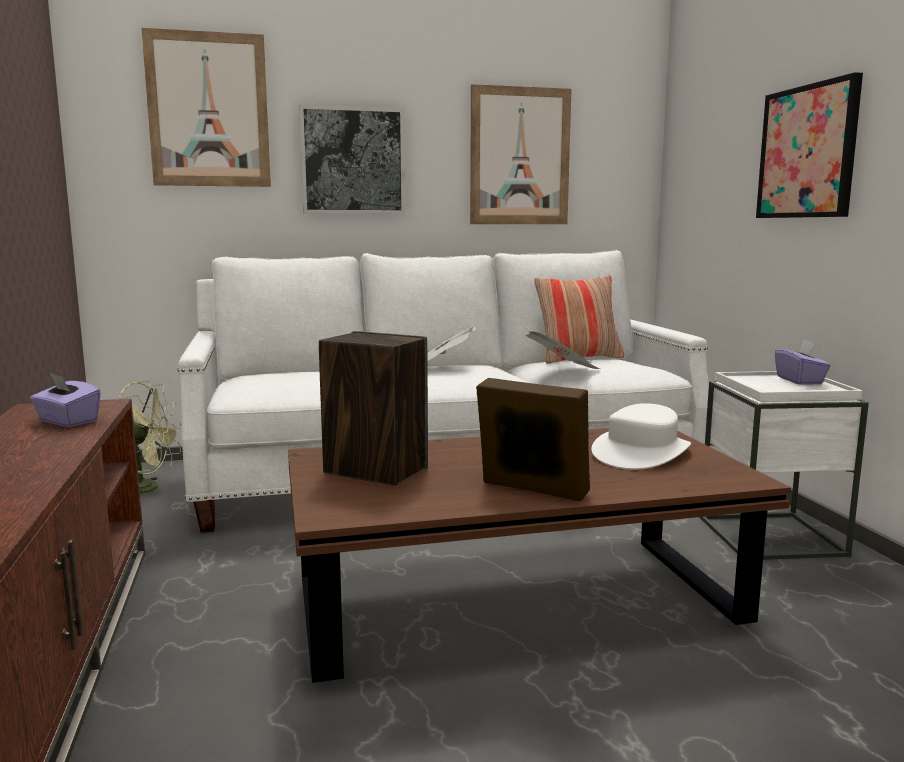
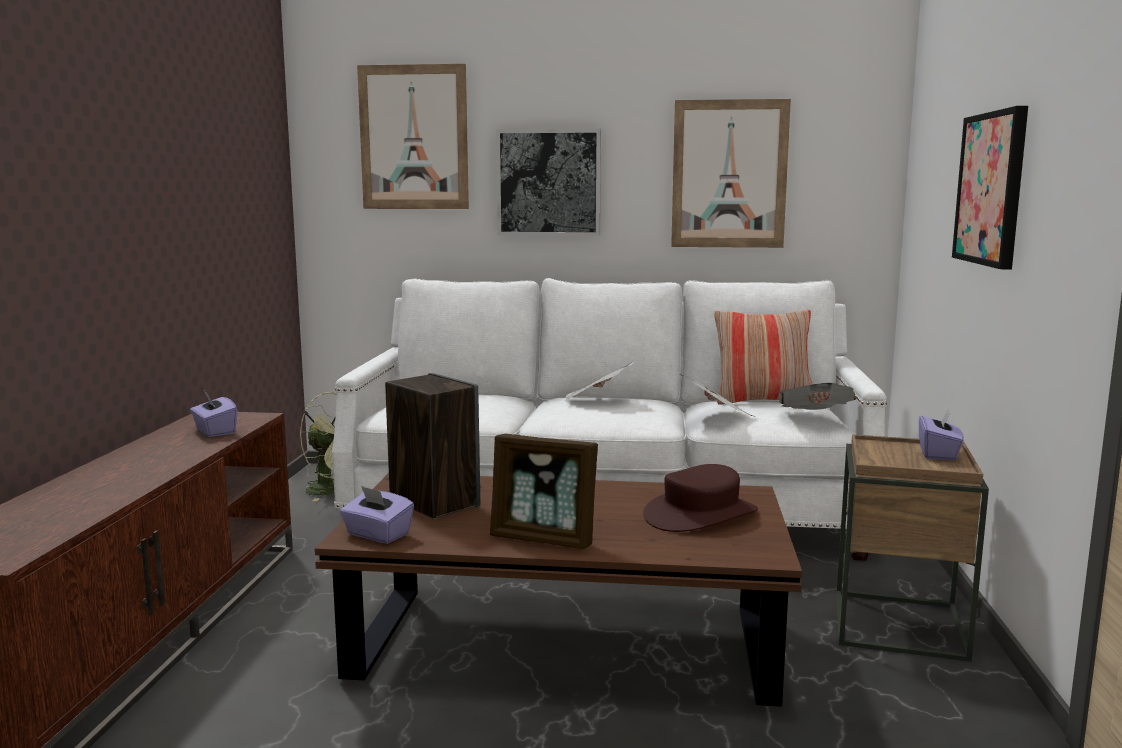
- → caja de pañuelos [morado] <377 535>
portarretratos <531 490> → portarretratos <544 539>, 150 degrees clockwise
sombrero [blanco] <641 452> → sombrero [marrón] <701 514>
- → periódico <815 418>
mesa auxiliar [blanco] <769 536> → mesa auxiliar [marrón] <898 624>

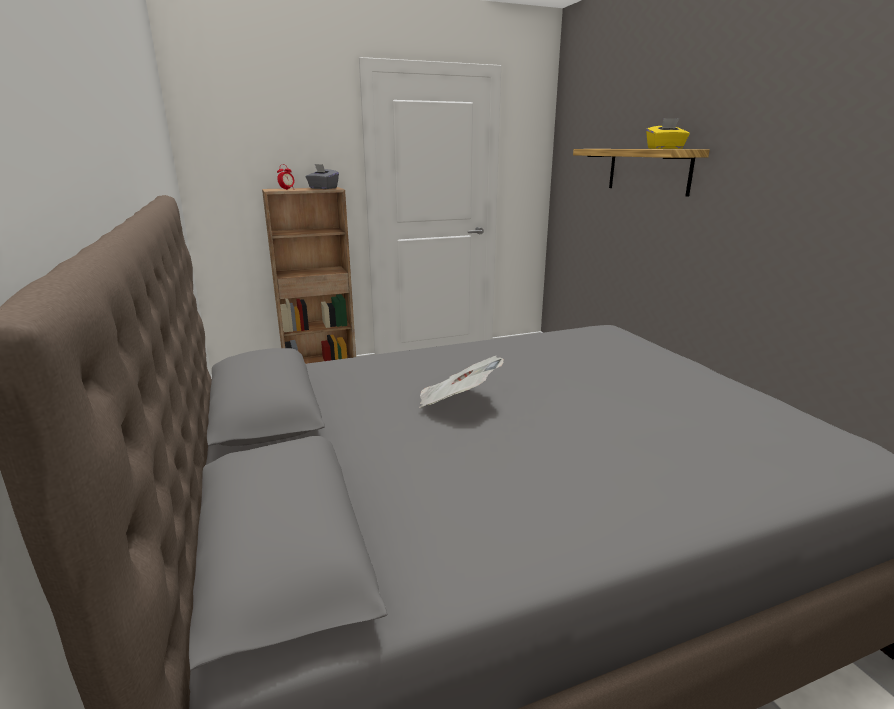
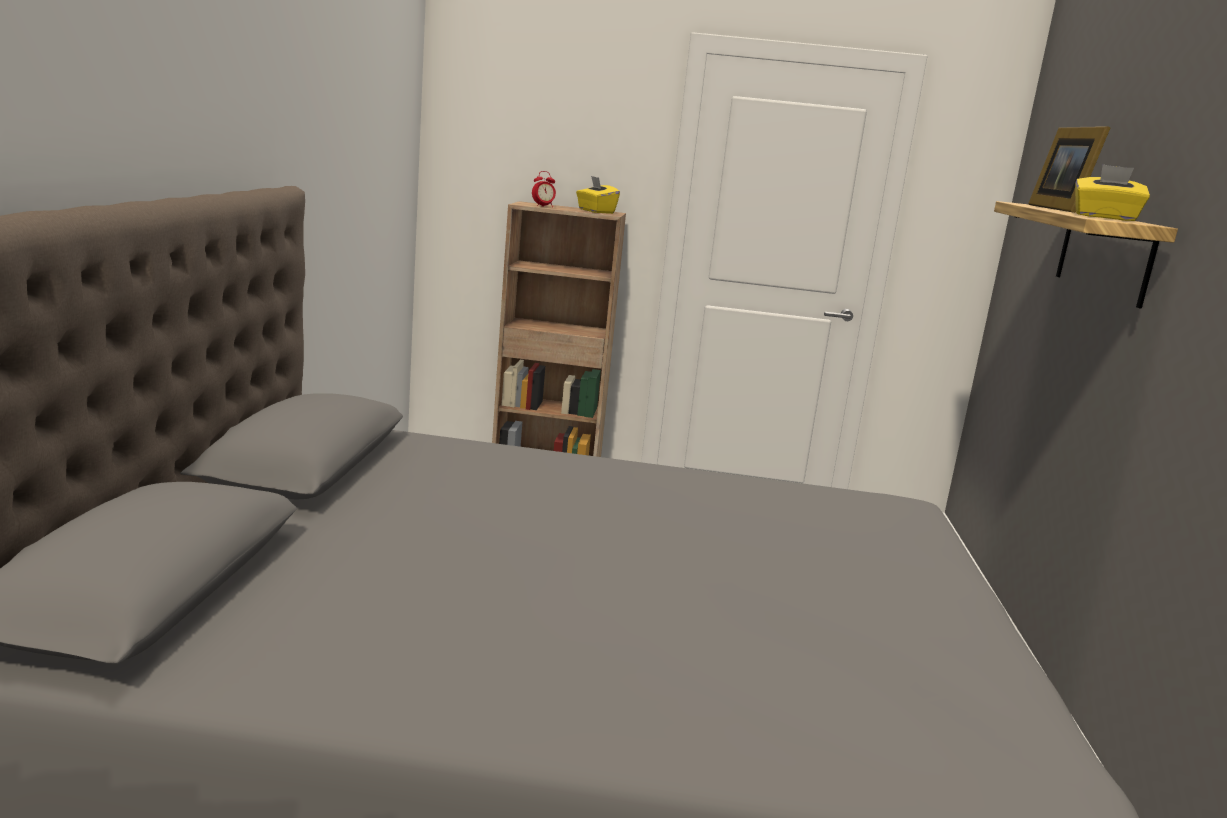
caja de pañuelos [gris] <323 188> → caja de pañuelos [amarillo] <595 211>
- → portarretratos <1061 209>
periódico <457 402> → -

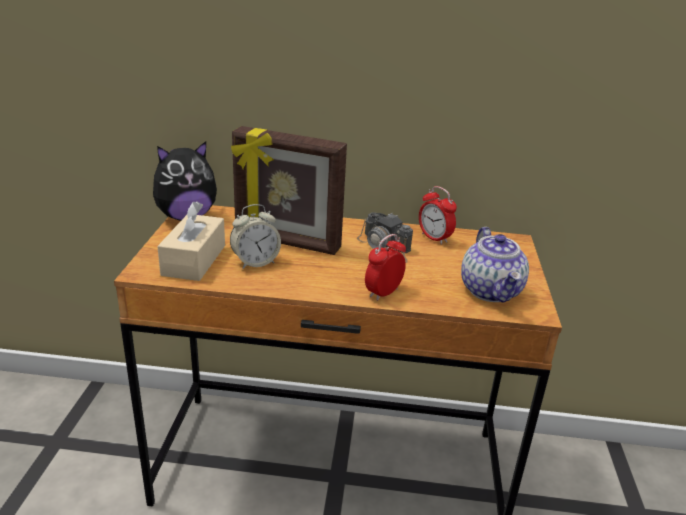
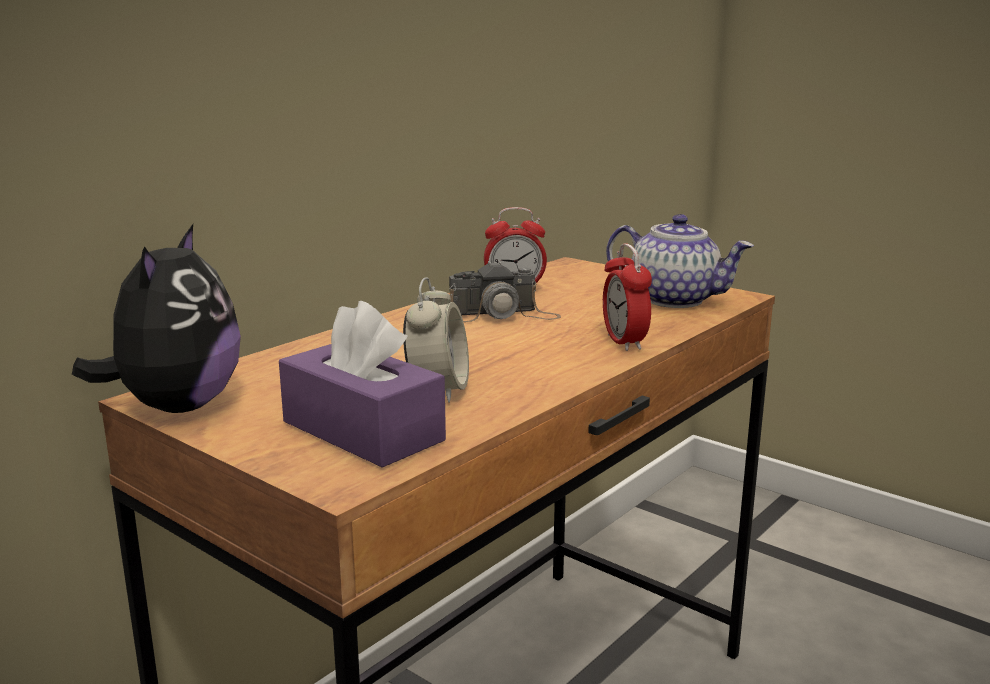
caja de pañuelos [beis] <194 260> → caja de pañuelos [morado] <362 431>
portarretratos <286 243> → -

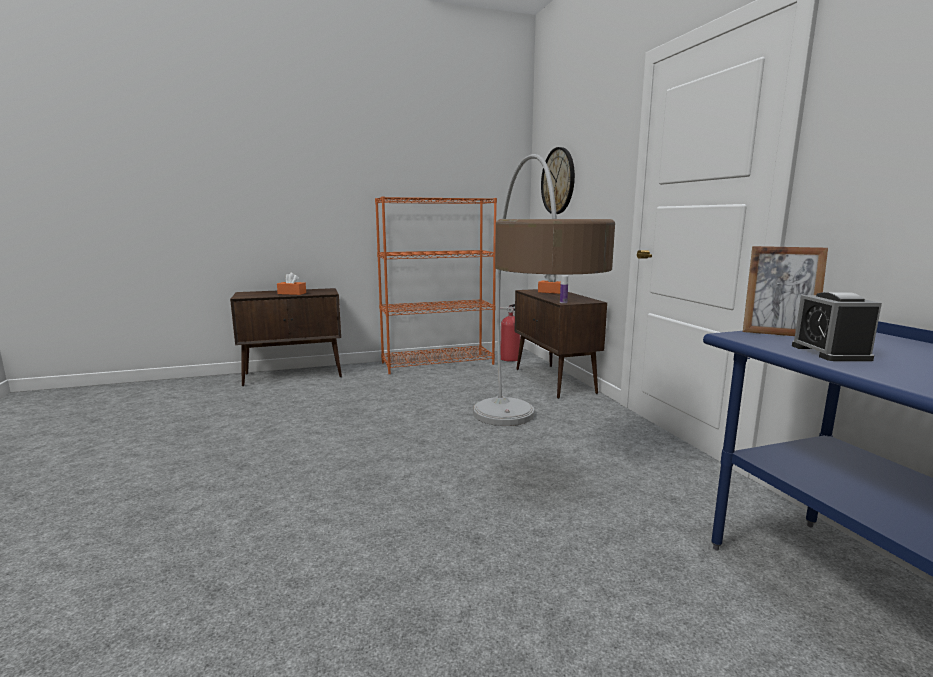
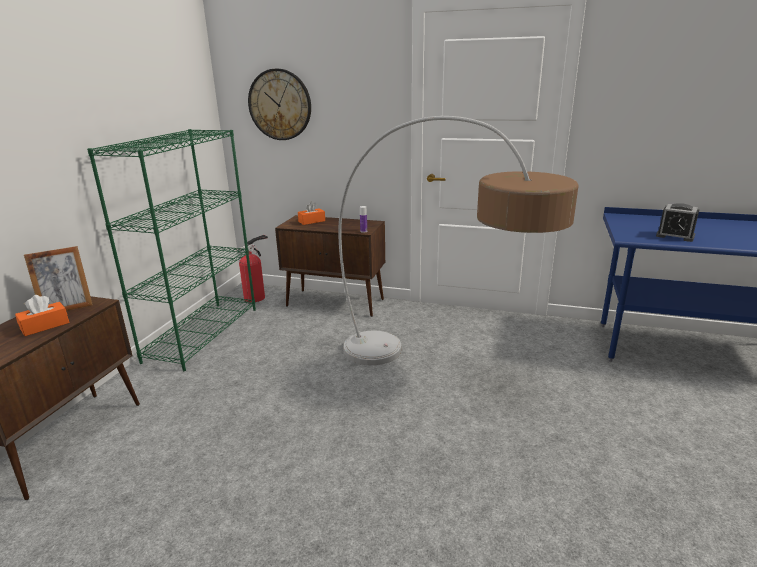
portarretratos <777 333> → portarretratos <67 308>, relocated
estantería [naranja] <438 363> → estantería [verde] <203 333>

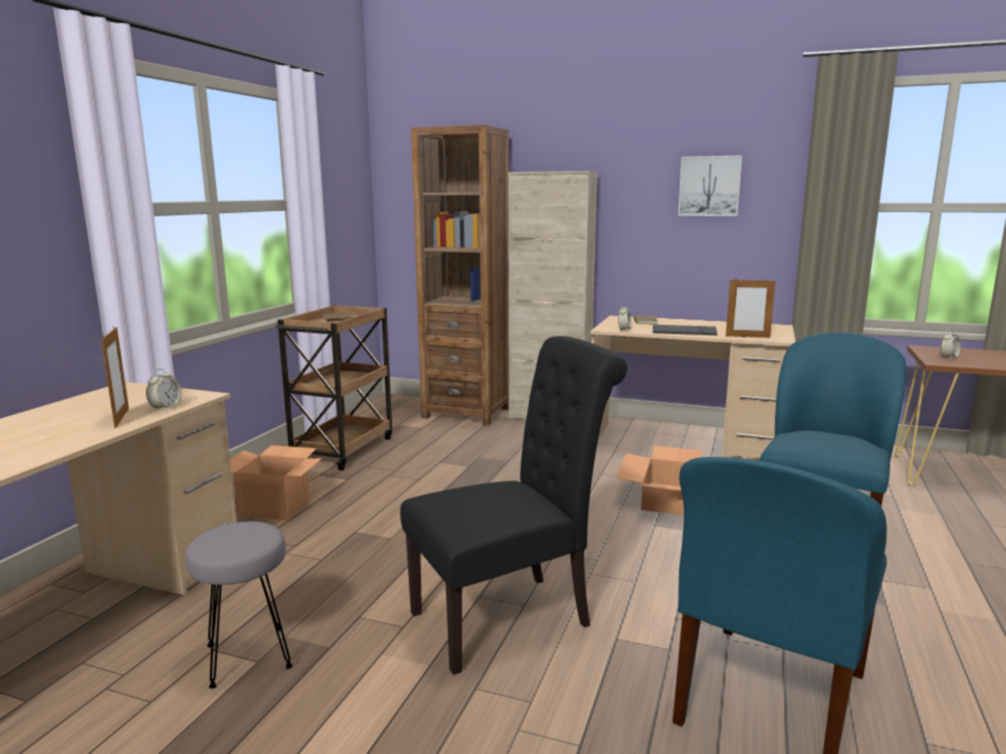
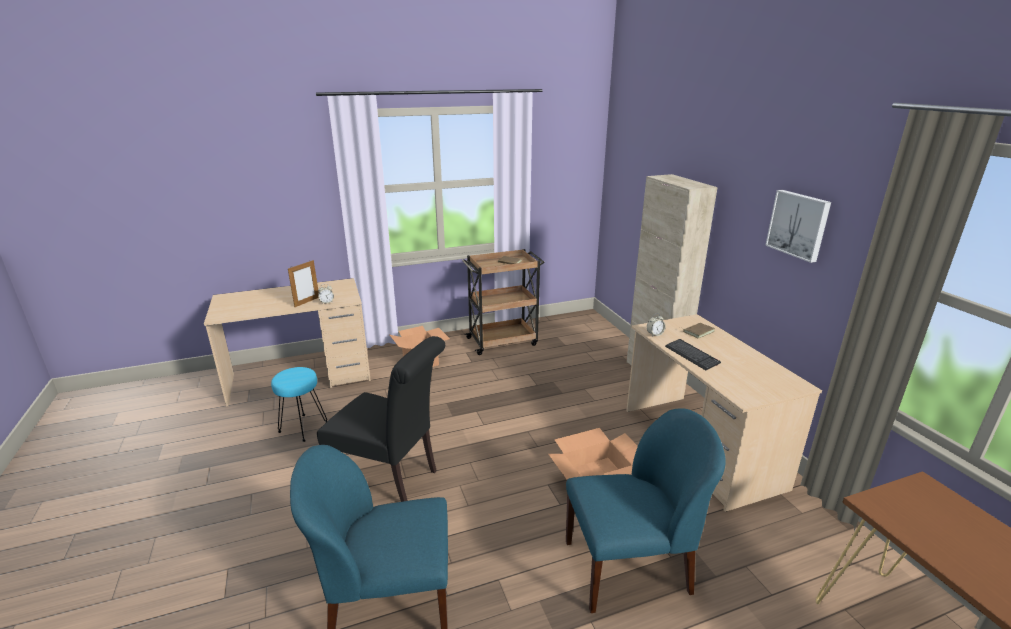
taburete [gris] <248 657> → taburete [turquesa] <303 428>
estantería [marrón] <466 413> → -
portarretratos <747 336> → -
despertador <949 357> → -

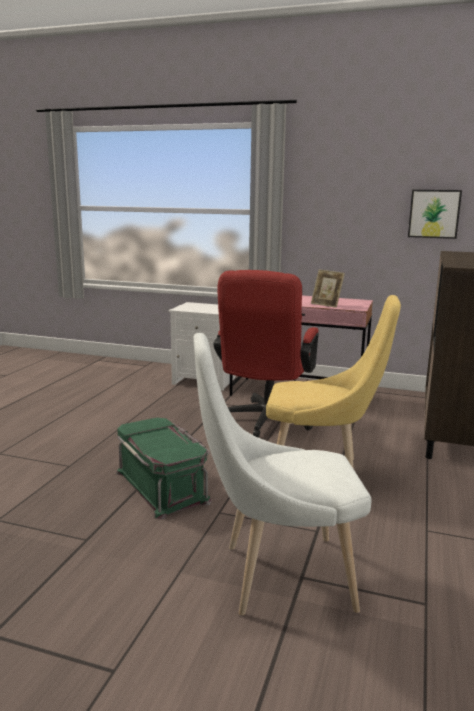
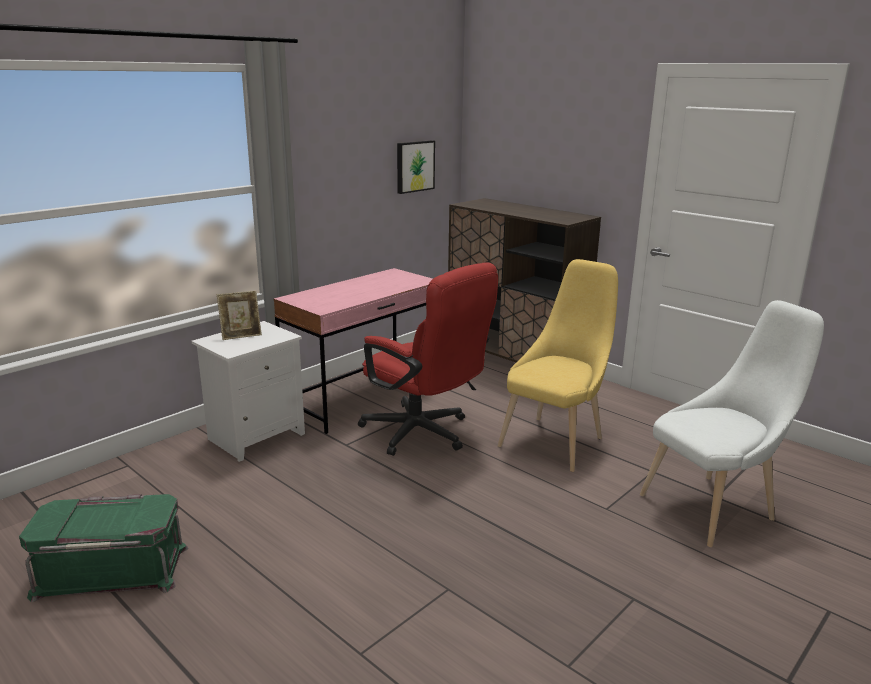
caja de almacenaje [verde] <163 486> → caja de almacenaje [verde] <112 570>, relocated
portarretratos <326 305> → portarretratos <241 335>, relocated
silla [blanco] <277 576> → silla [blanco] <714 506>, 135 degrees counterclockwise

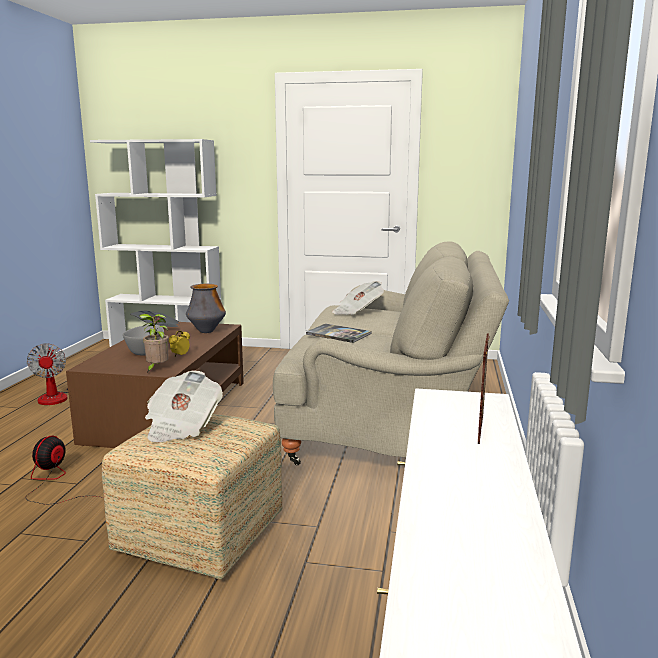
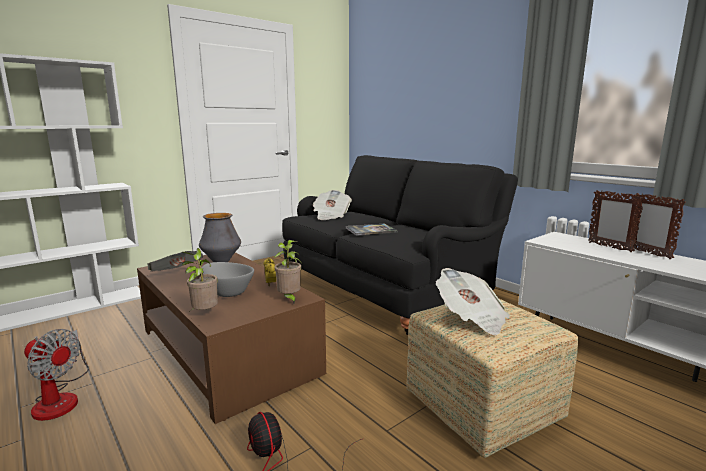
- → planta en maceta <204 314>
sofá [beis] <392 421> → sofá [negro] <388 289>
- → portarretratos <648 253>

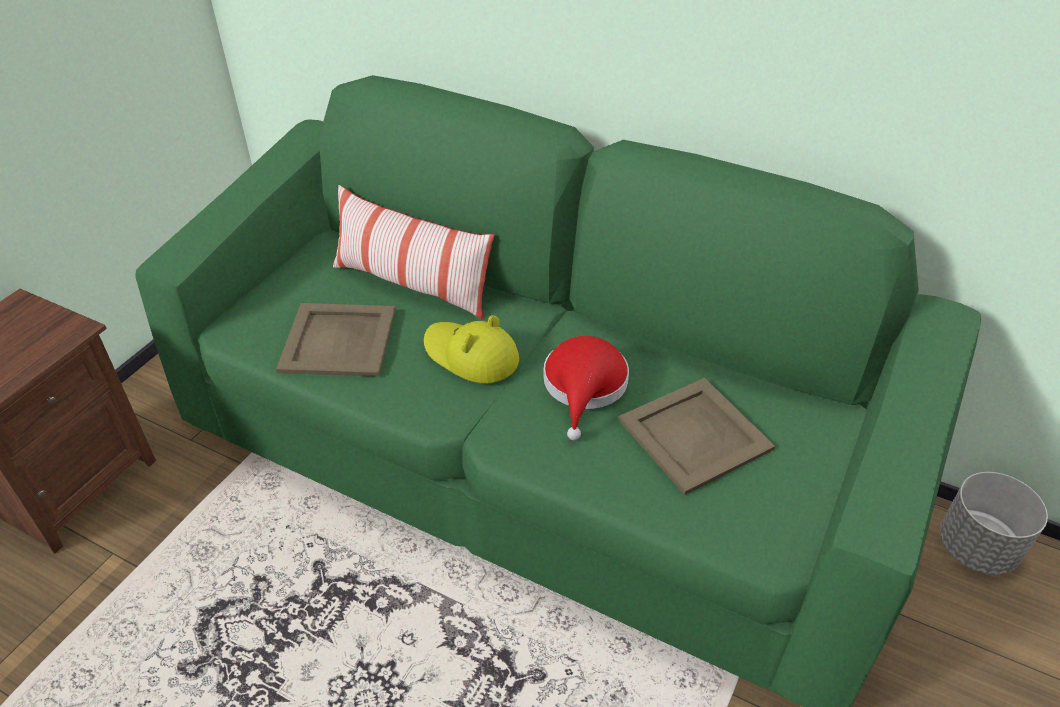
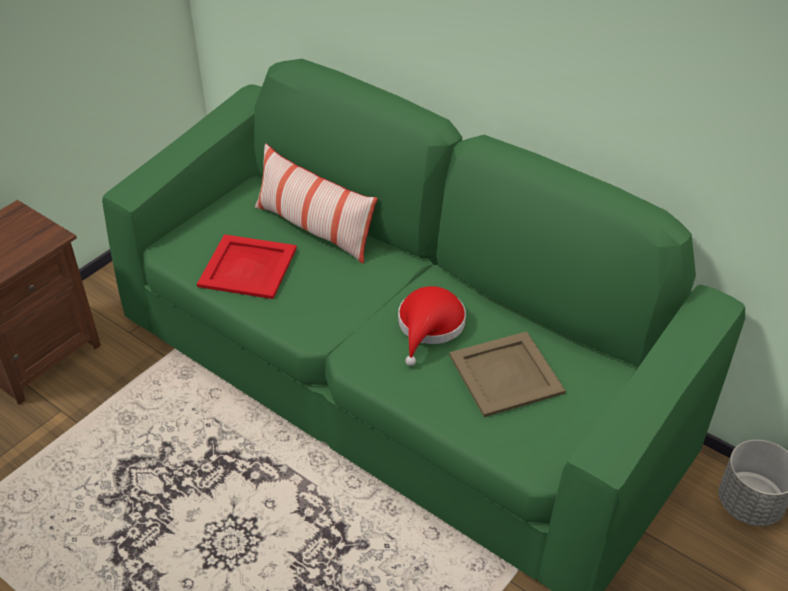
bandeja [beis] <337 340> → bandeja [rojo] <247 267>
sombrero [amarillo] <471 355> → -

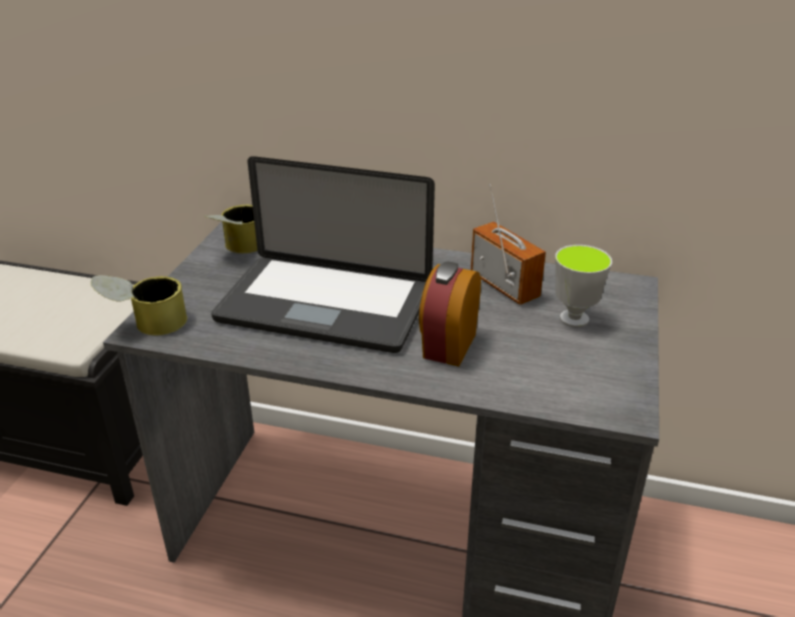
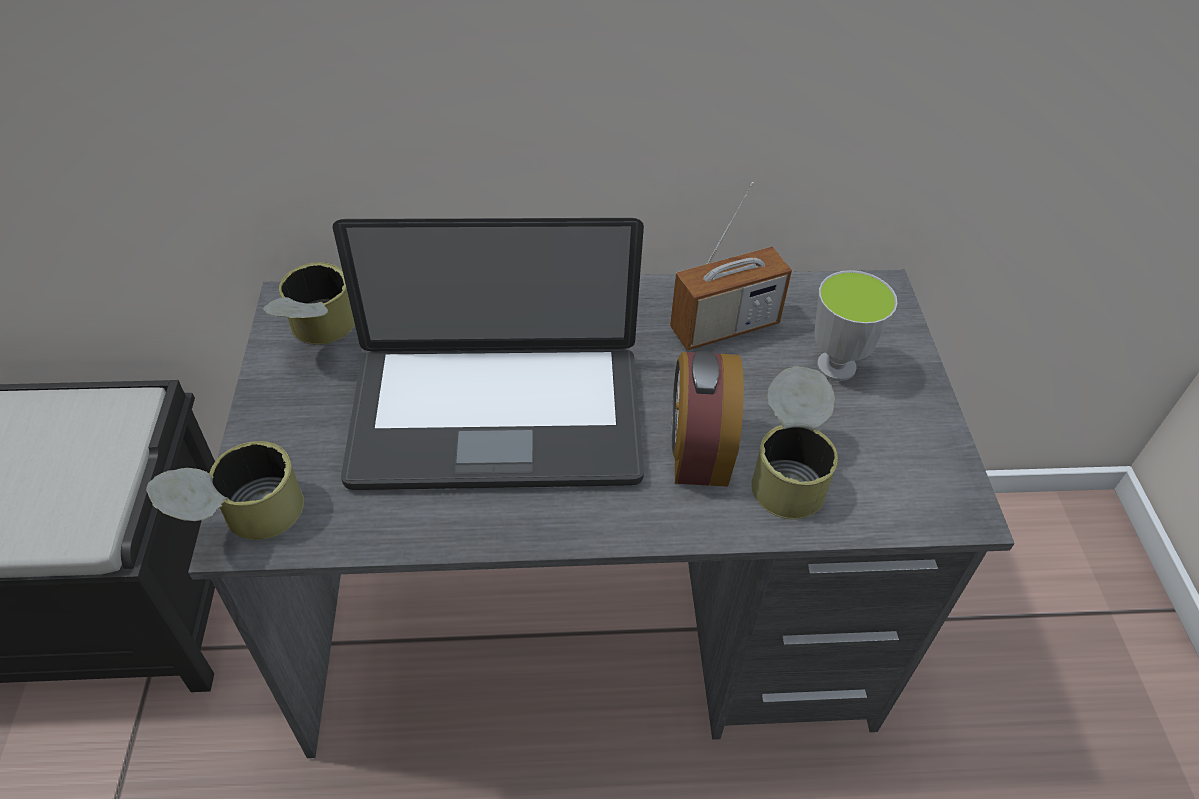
radio <504 286> → radio <724 327>, 120 degrees clockwise
- → lata <789 470>

